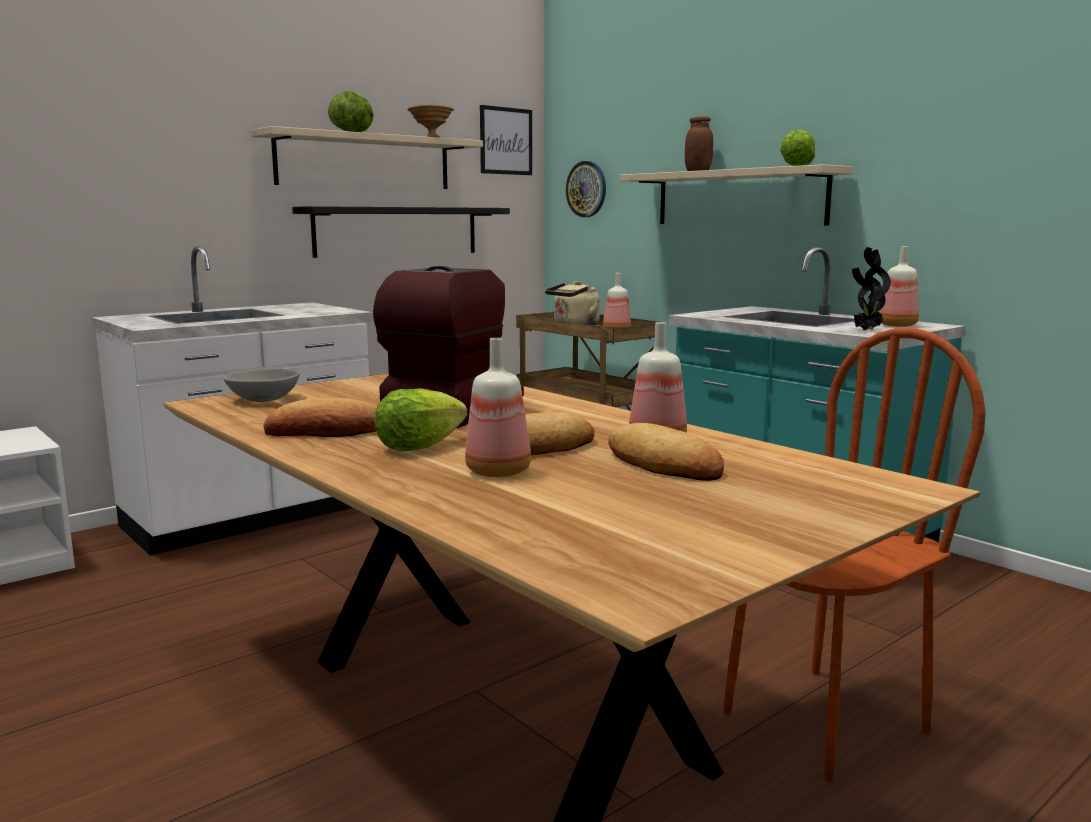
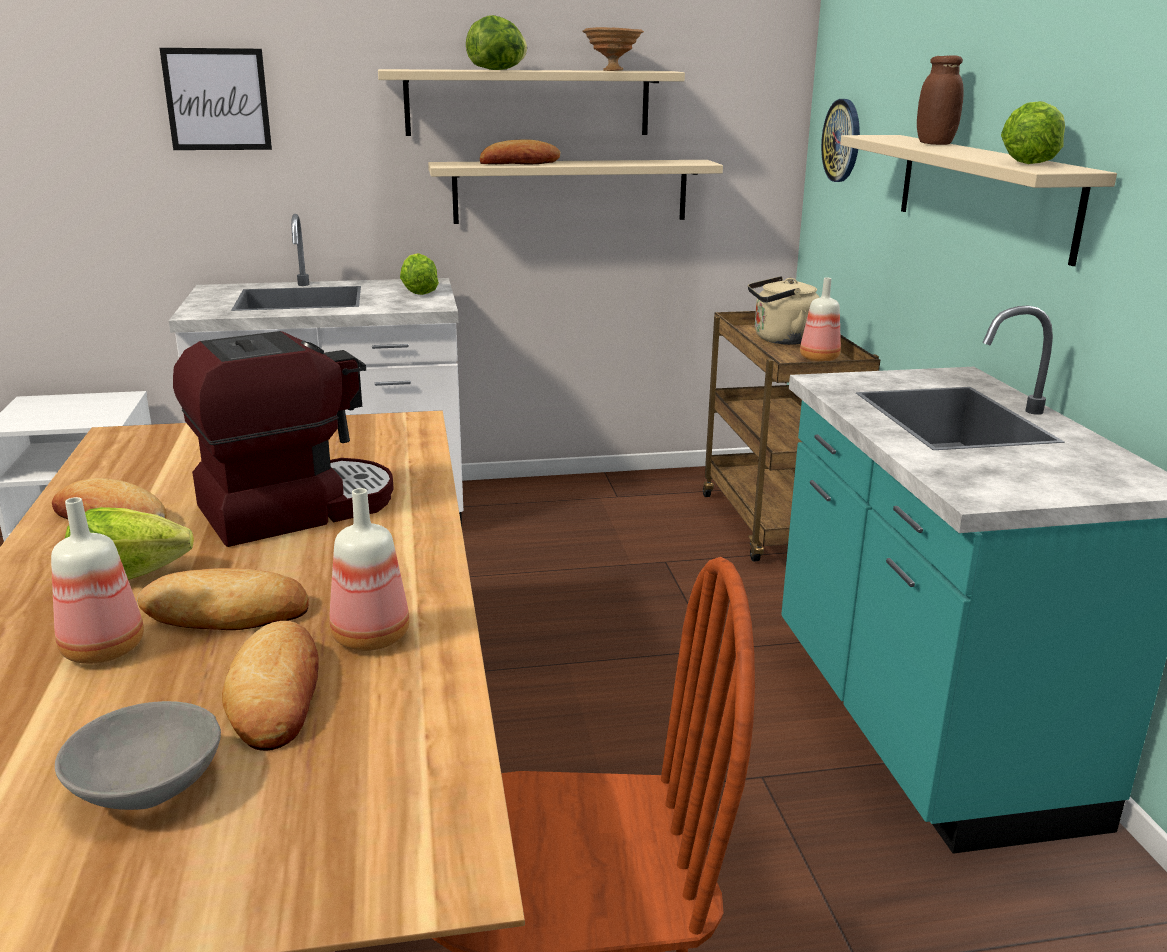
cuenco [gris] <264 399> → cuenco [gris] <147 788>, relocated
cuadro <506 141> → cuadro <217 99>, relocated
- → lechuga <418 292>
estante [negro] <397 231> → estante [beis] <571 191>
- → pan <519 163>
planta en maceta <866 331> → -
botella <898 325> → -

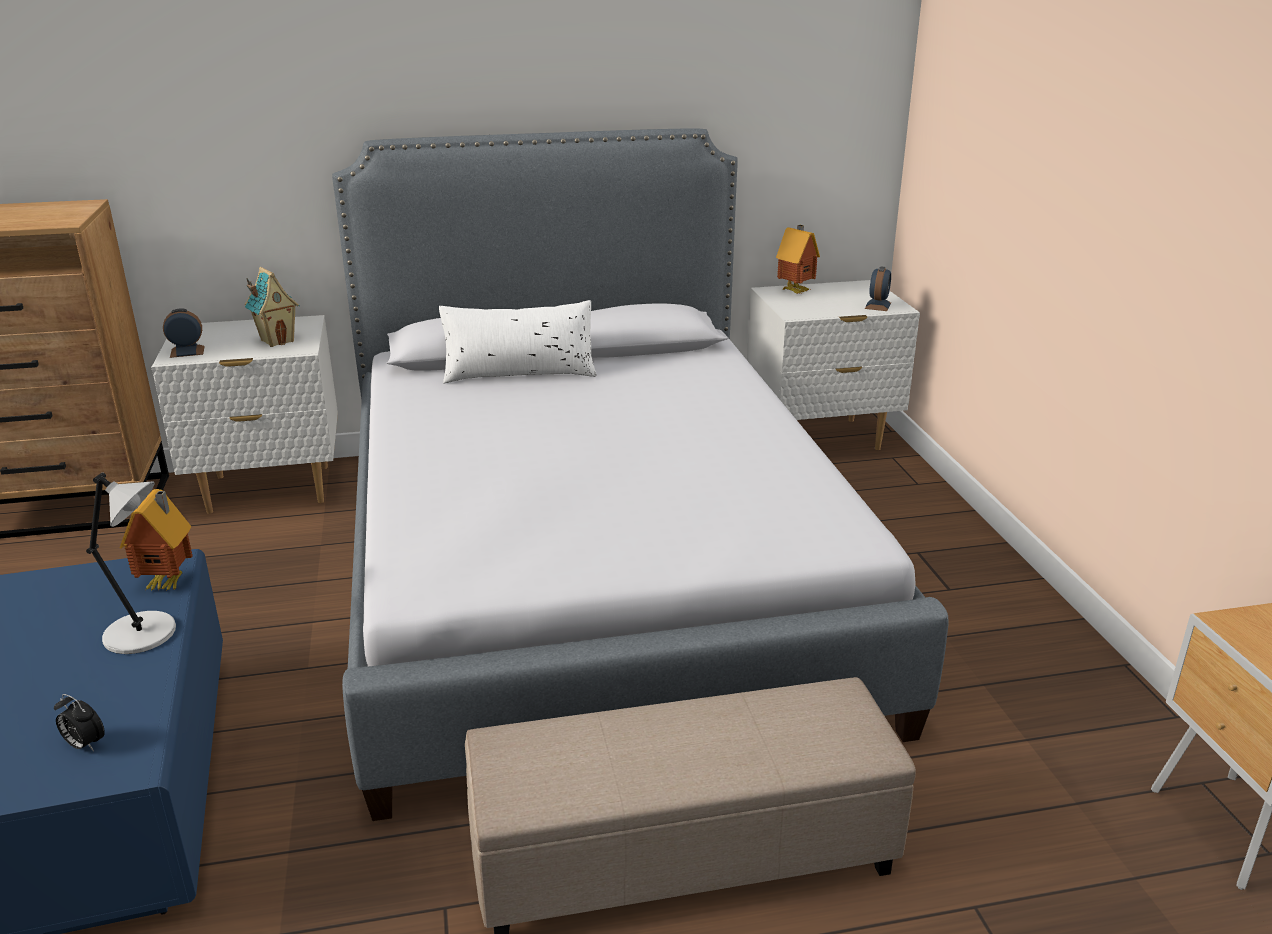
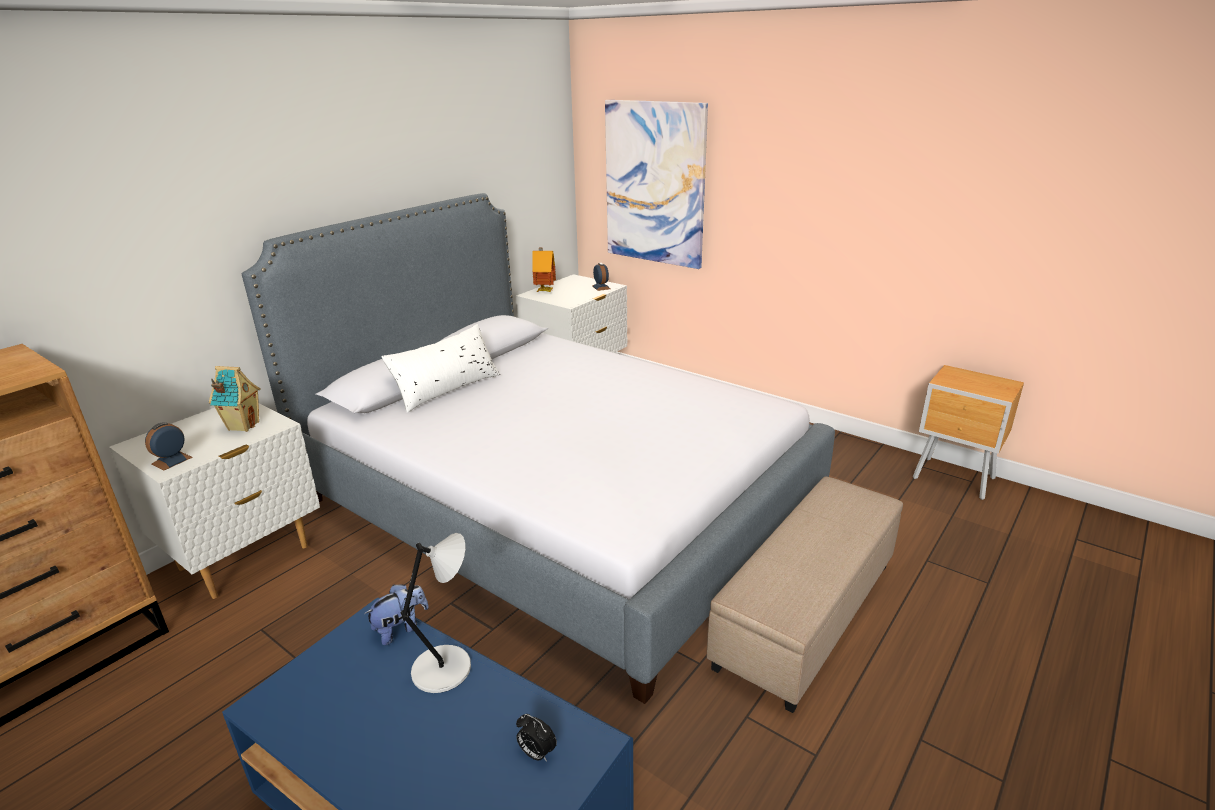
casita <170 583> → peluche <400 628>
despertador <84 744> → despertador <536 753>, 45 degrees clockwise
- → cuadro <655 184>

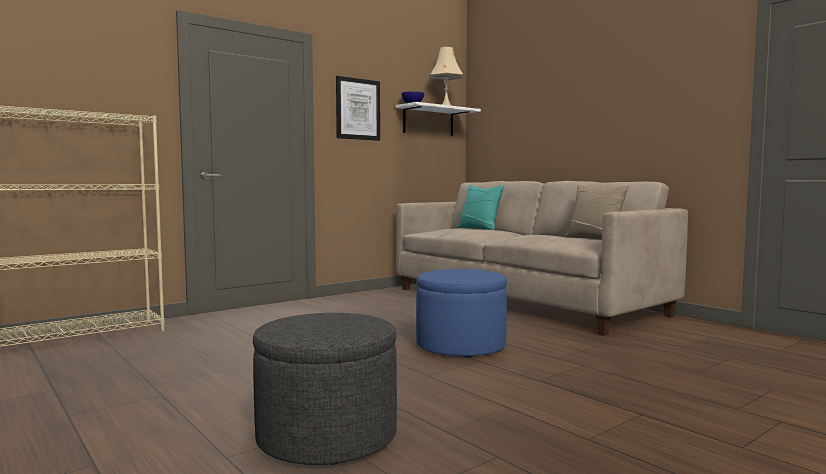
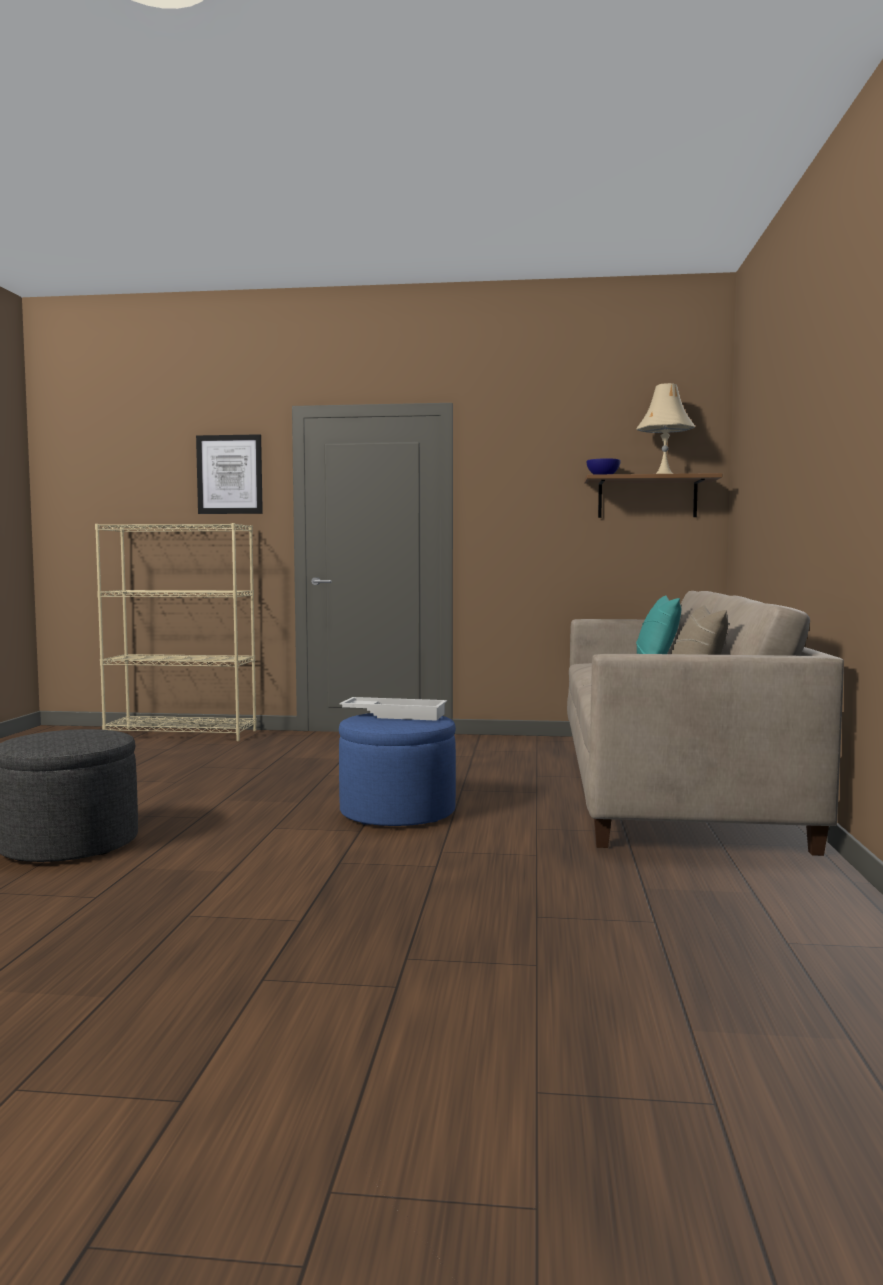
cuadro <358 109> → cuadro <229 474>, relocated
- → bandeja [blanco] <395 715>
estante [blanco] <428 121> → estante [marrón] <647 498>

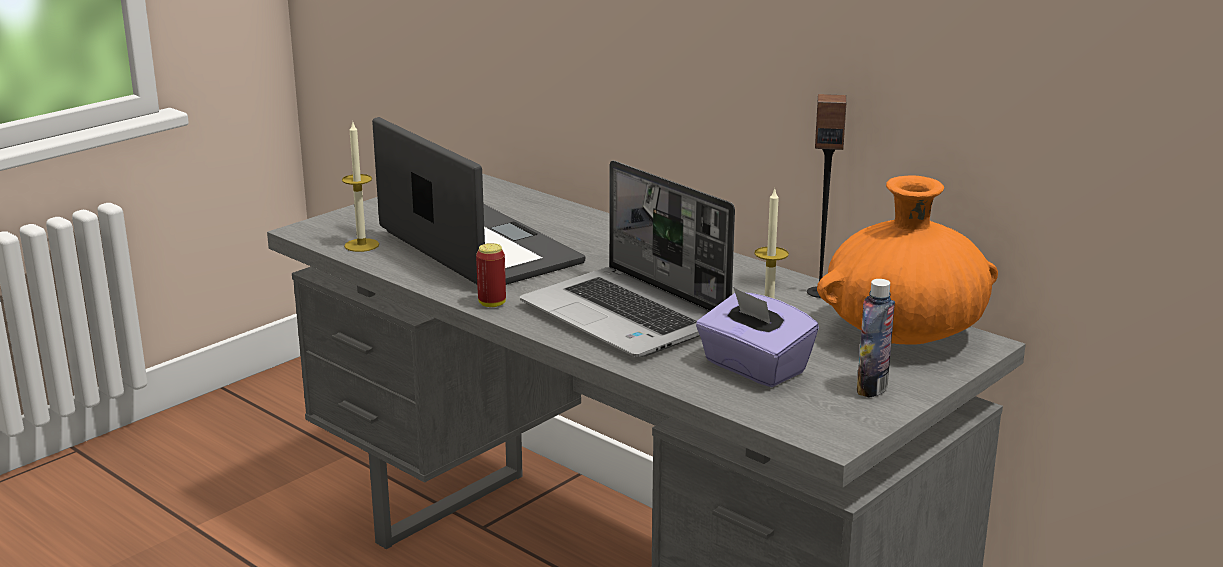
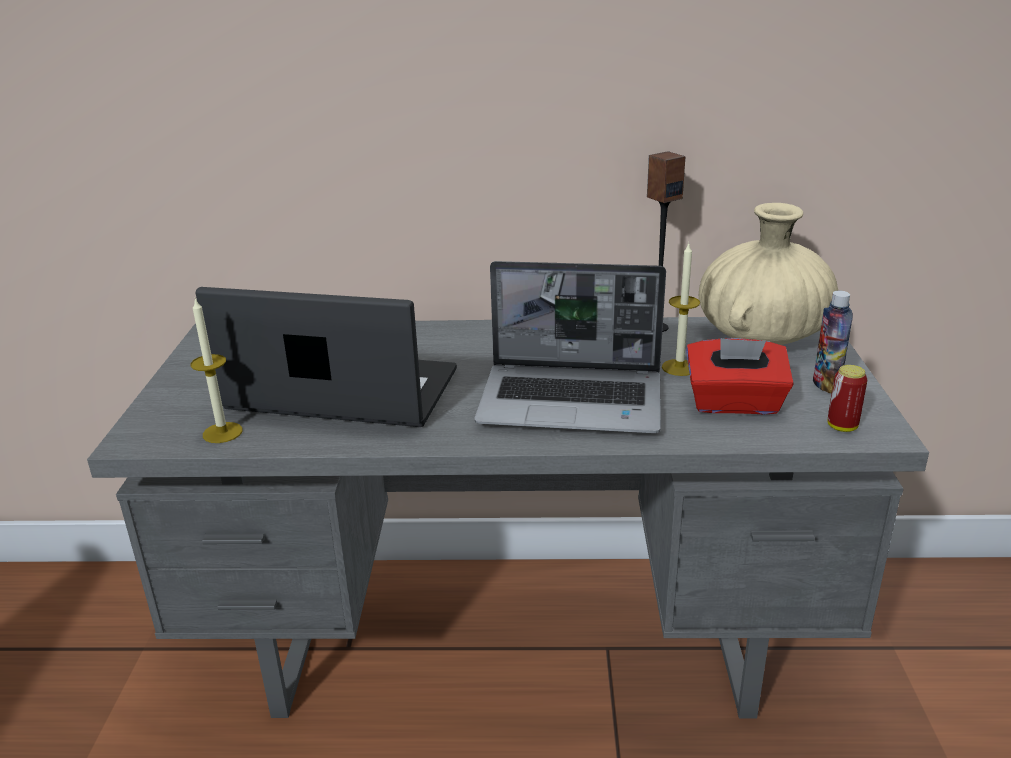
caja de pañuelos [morado] <754 368> → caja de pañuelos [rojo] <734 403>
florero [naranja] <904 334> → florero [beis] <762 337>
lata <492 304> → lata <842 427>, relocated

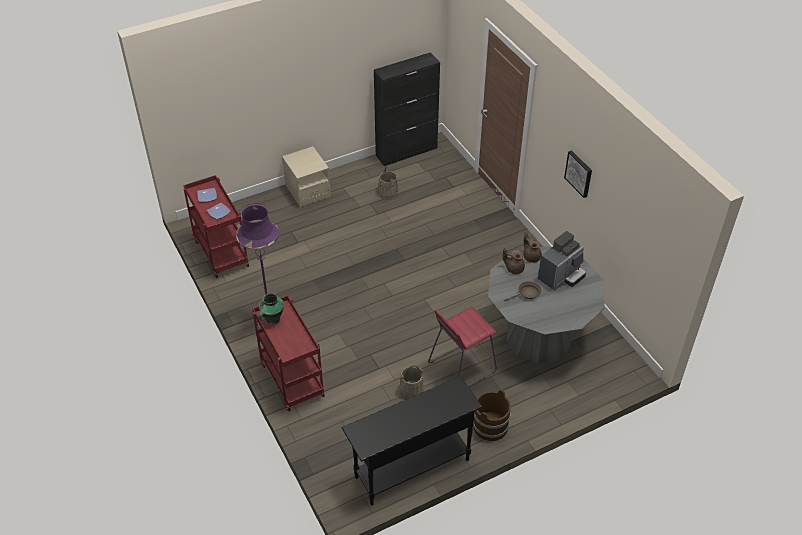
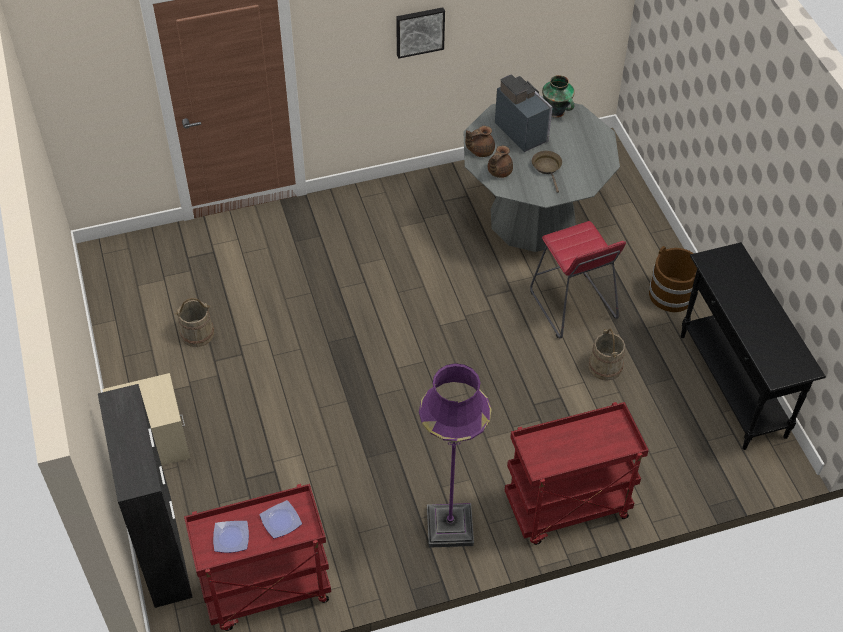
armario [negro] <407 151> → armario [negro] <163 550>, relocated
florero <272 319> → florero <556 112>, relocated

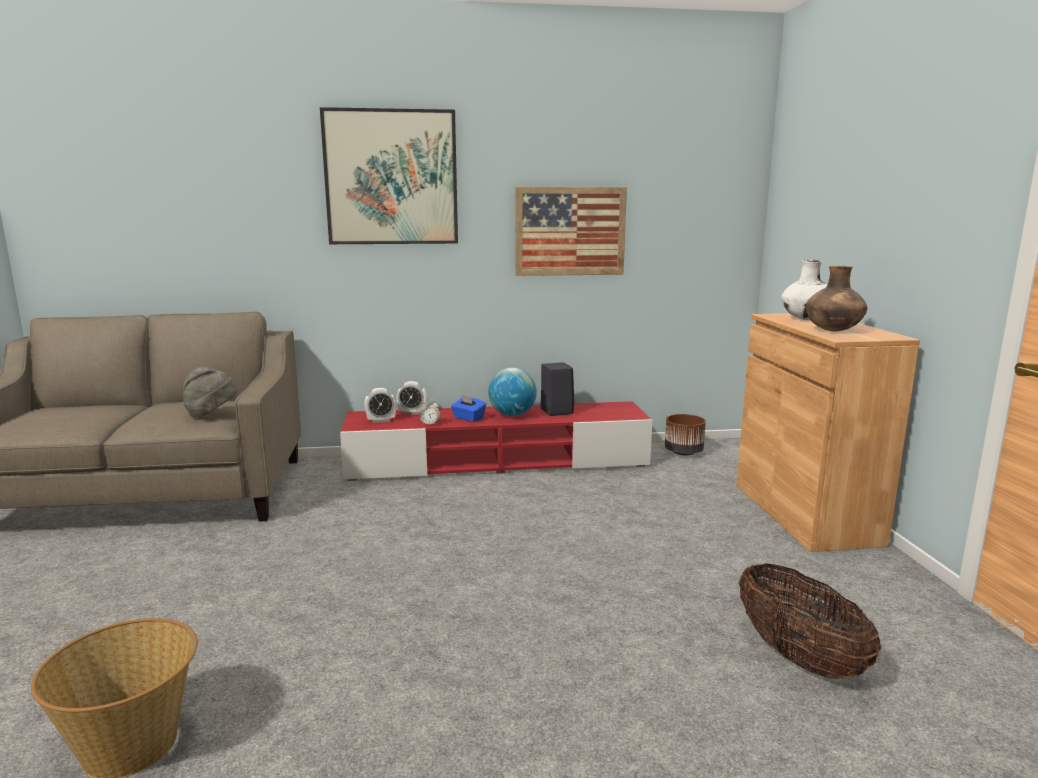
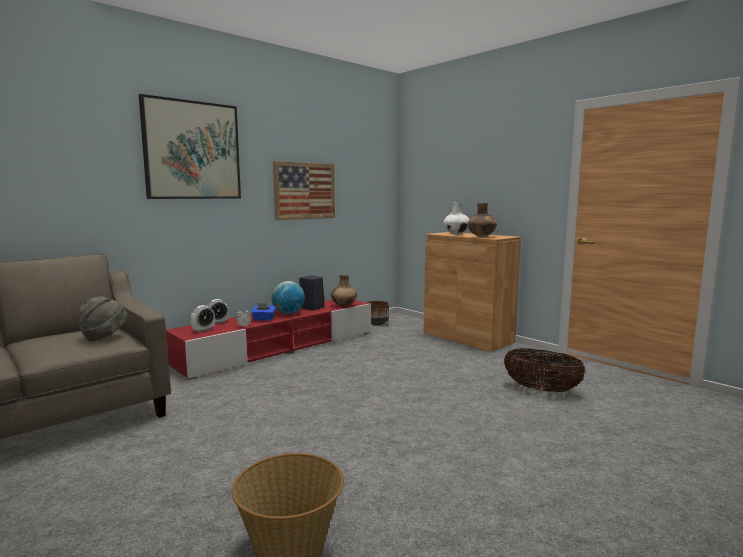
- → florero [marrón] <343 305>

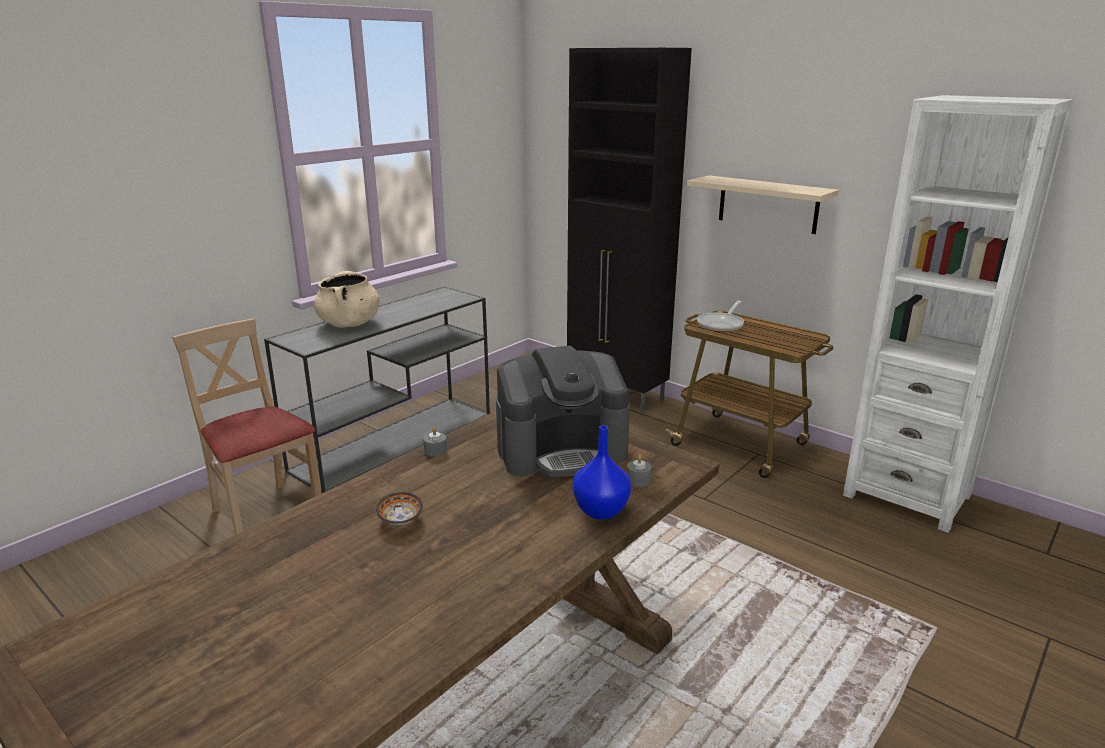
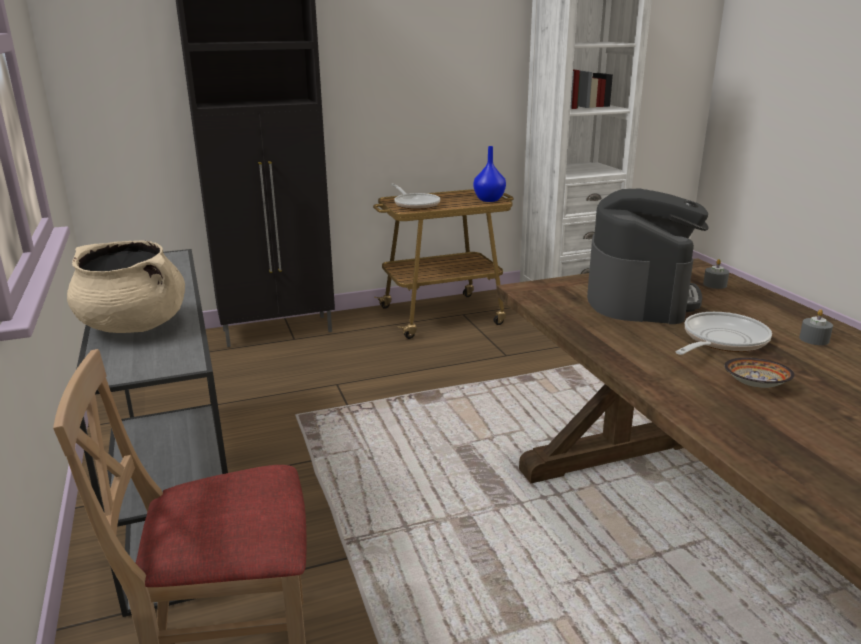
florero [azul] <601 511> → florero [azul] <489 200>, relocated
- → sartén <721 341>
vela [gris] <435 451> → vela [gris] <814 339>, relocated
estante [beis] <768 204> → -

